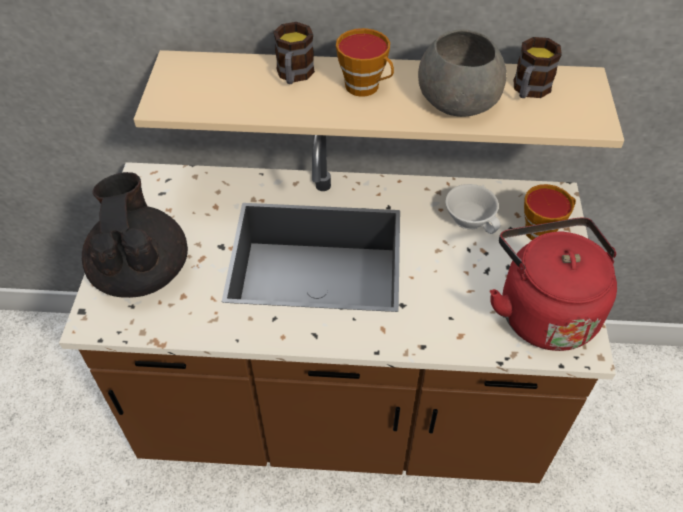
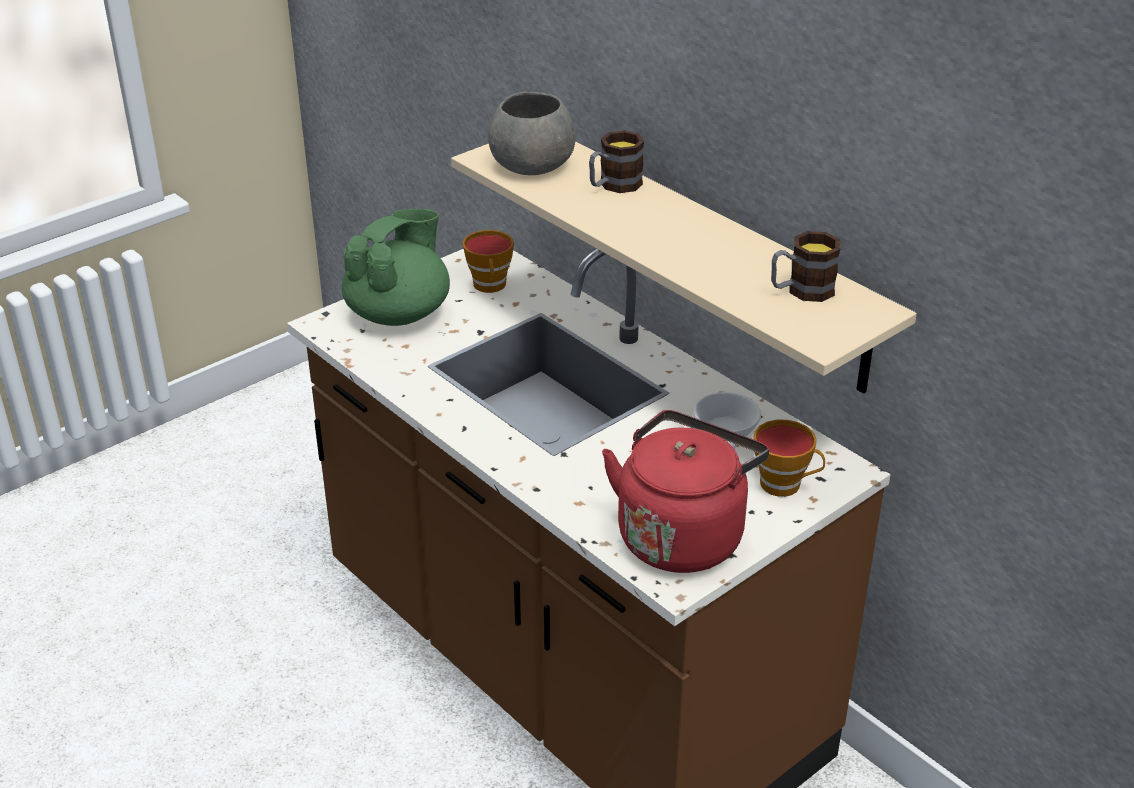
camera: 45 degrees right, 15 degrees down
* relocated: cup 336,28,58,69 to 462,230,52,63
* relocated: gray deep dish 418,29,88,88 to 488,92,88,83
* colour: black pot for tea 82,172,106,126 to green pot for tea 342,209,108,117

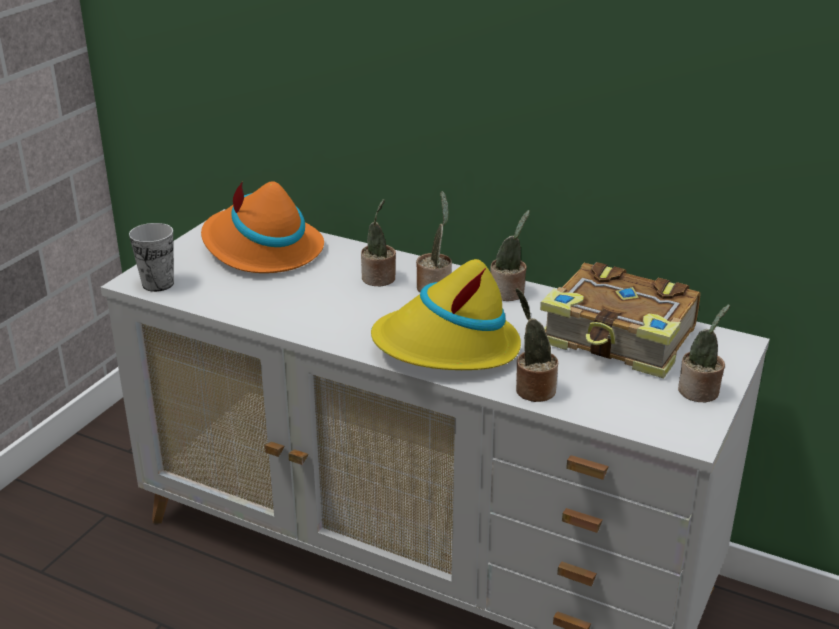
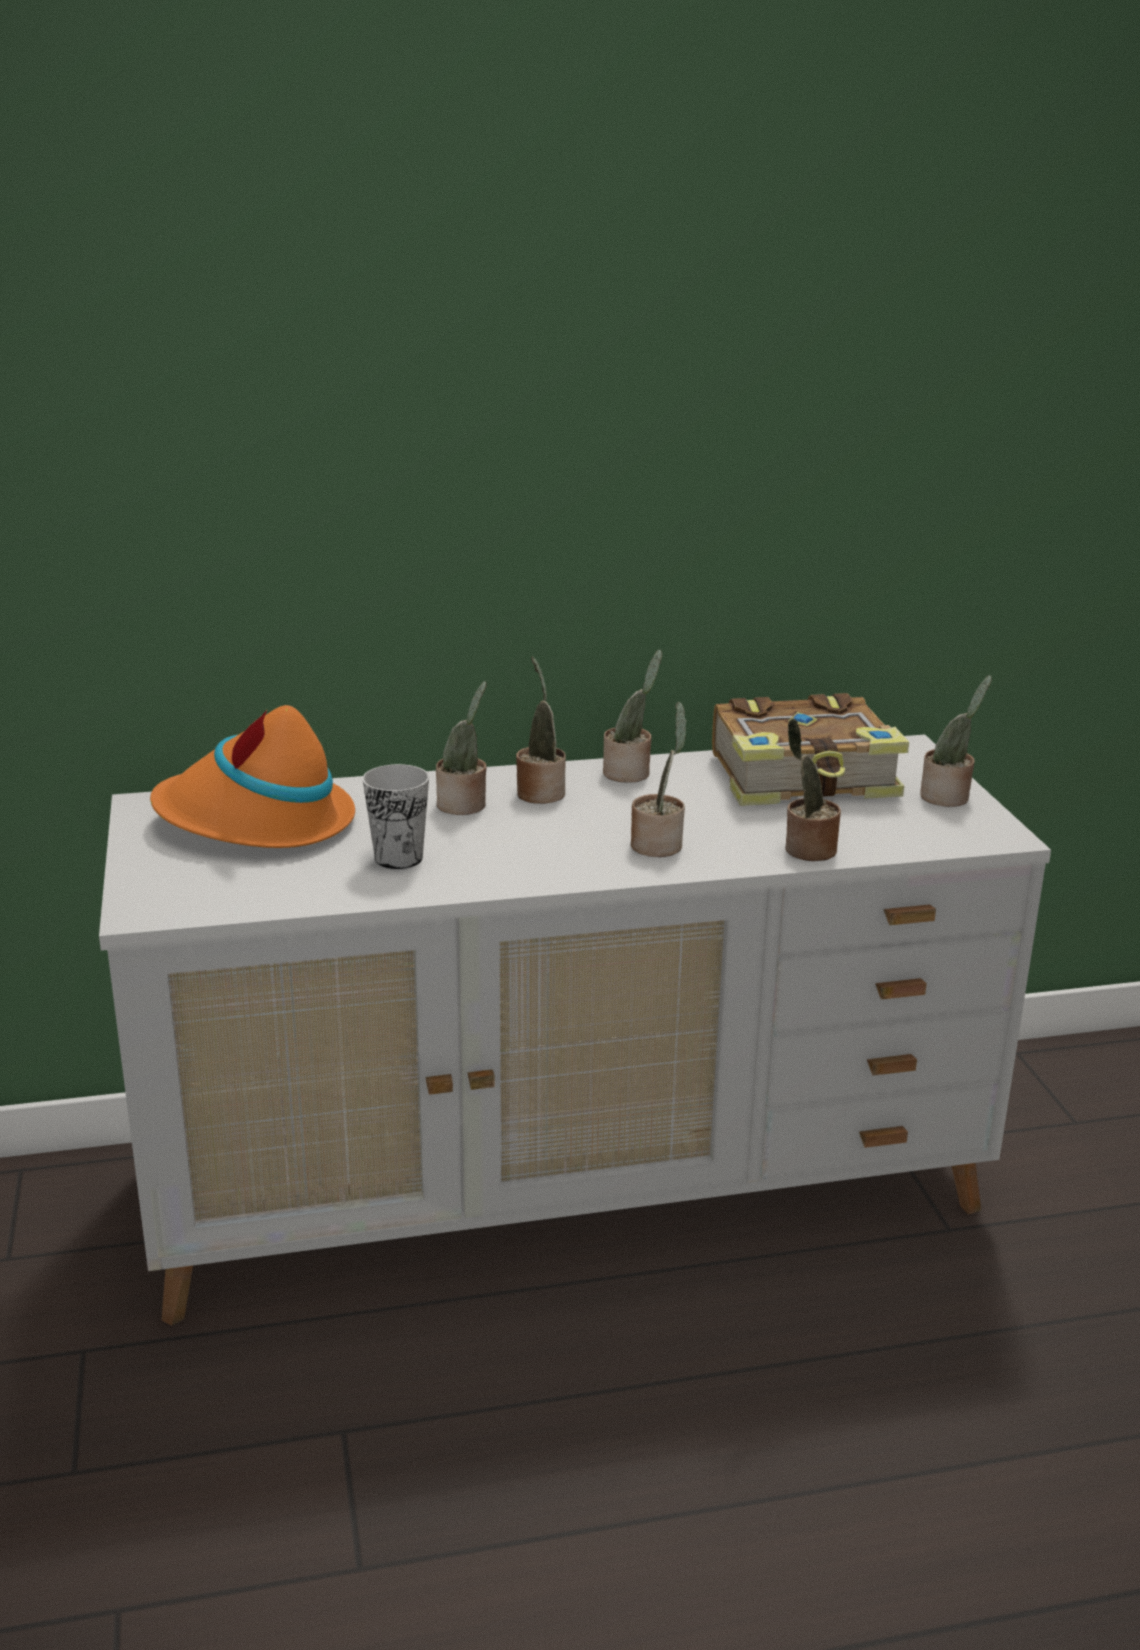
camera: 40 degrees left, 5 degrees down
* relocated: cup 129,223,45,69 to 362,764,67,105
* exchanged: yellowish hat 371,259,150,111 to potted plant 631,702,56,155

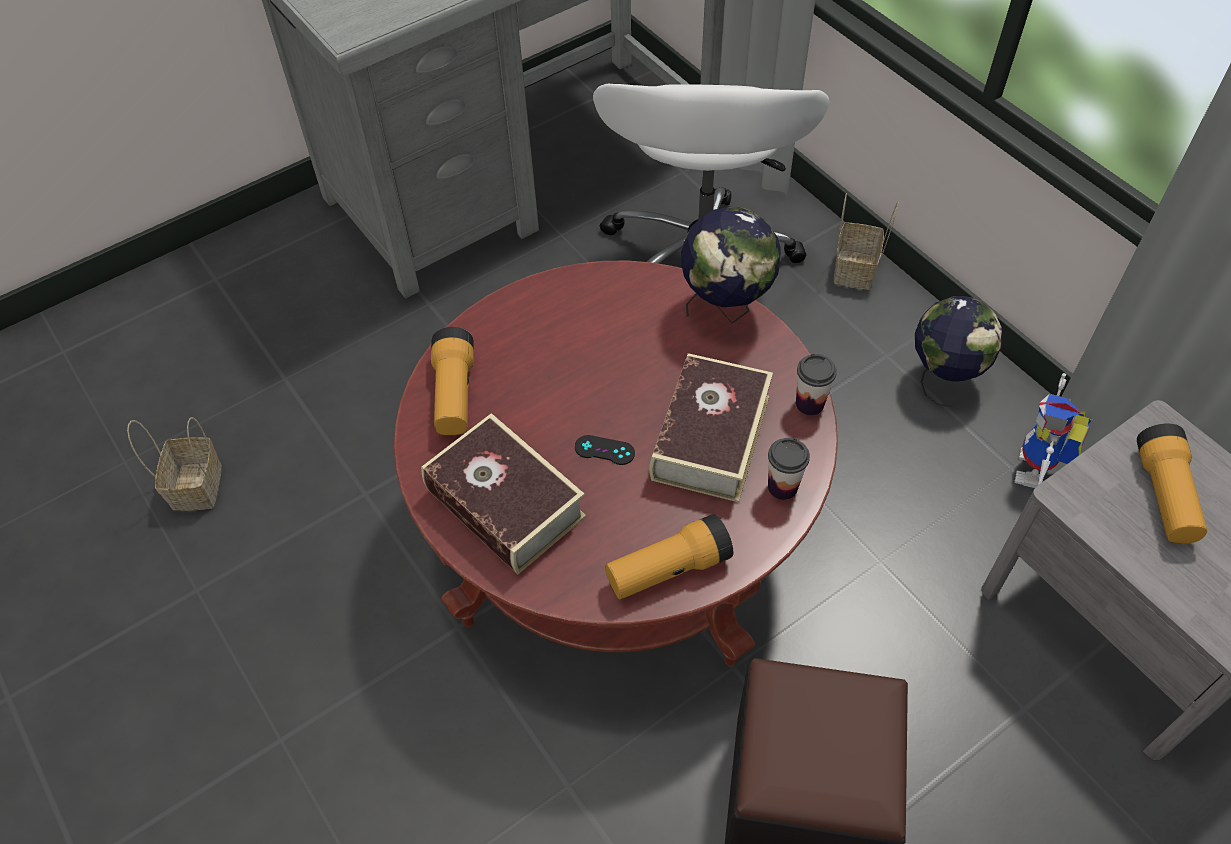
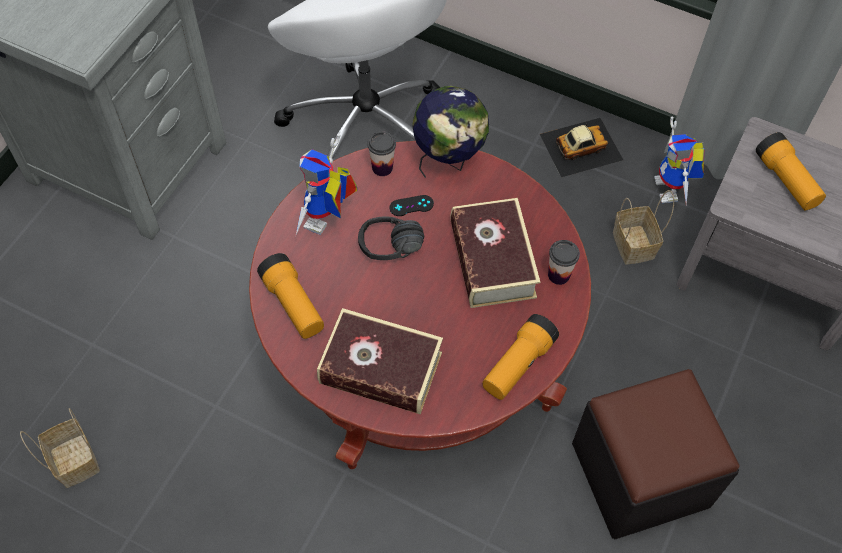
camera: 30 degrees left, 5 degrees up
* relocated: household basket 834,193,65,97 to 613,190,61,75
* exchanged: globe 915,296,88,111 to model car 540,118,83,59
* relocated: cup 796,354,41,61 to 367,131,29,45
* relocated: black game controller 575,435,60,30 to 389,195,45,21
* appeared: model robot 295,133,62,104
* appeared: black headset 358,216,66,44

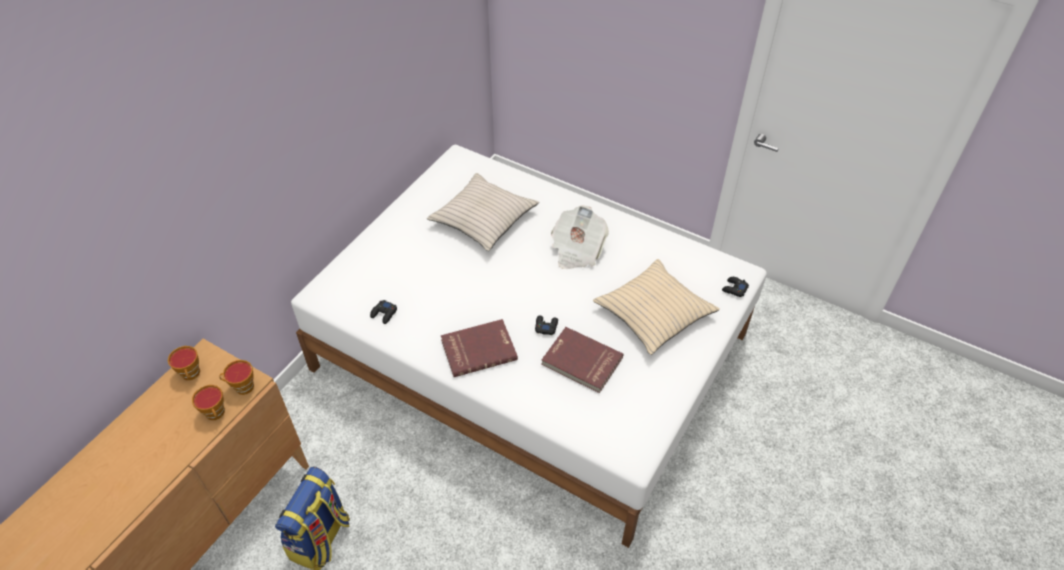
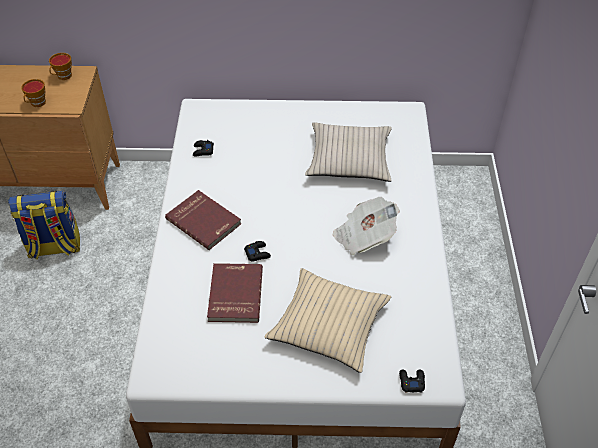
camera: 60 degrees right, 0 degrees up
* missing: cup 219,360,35,35

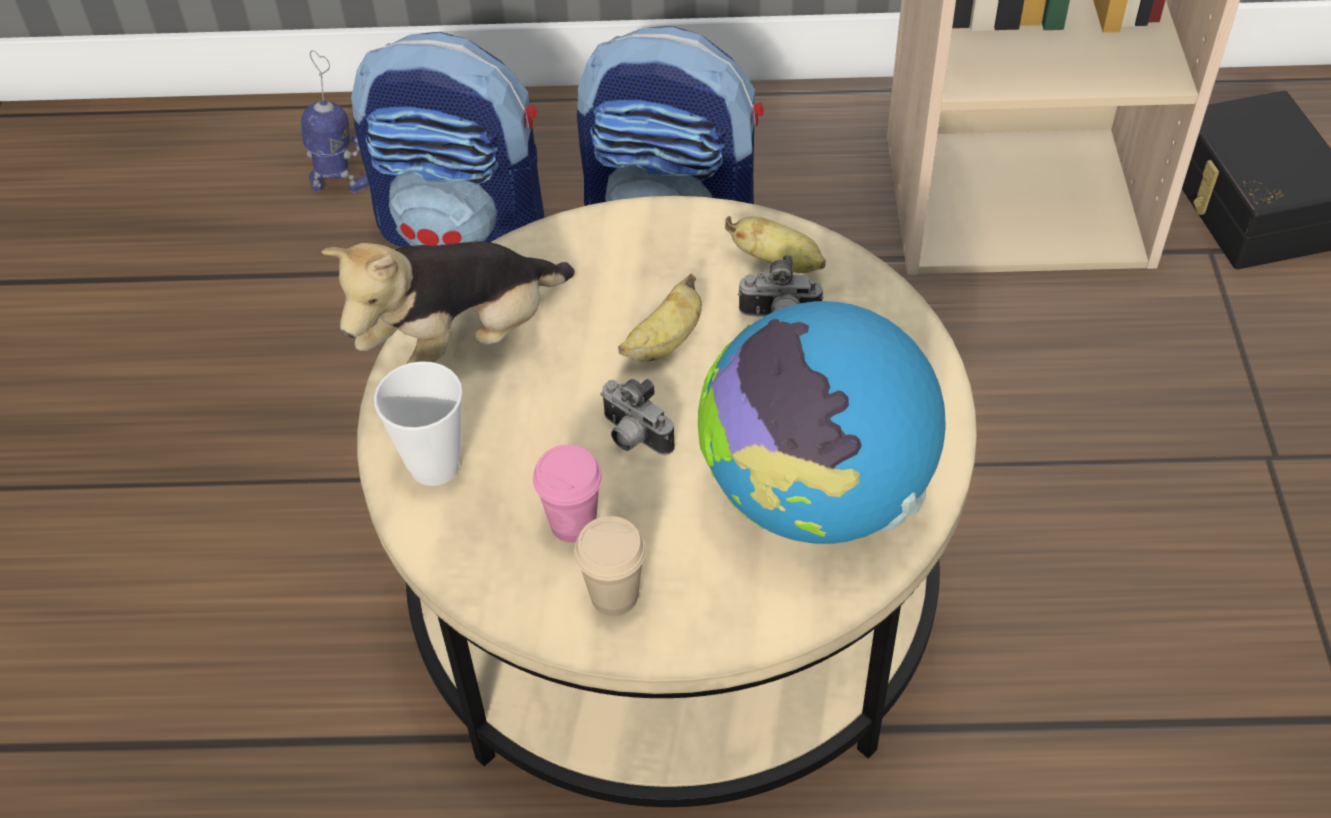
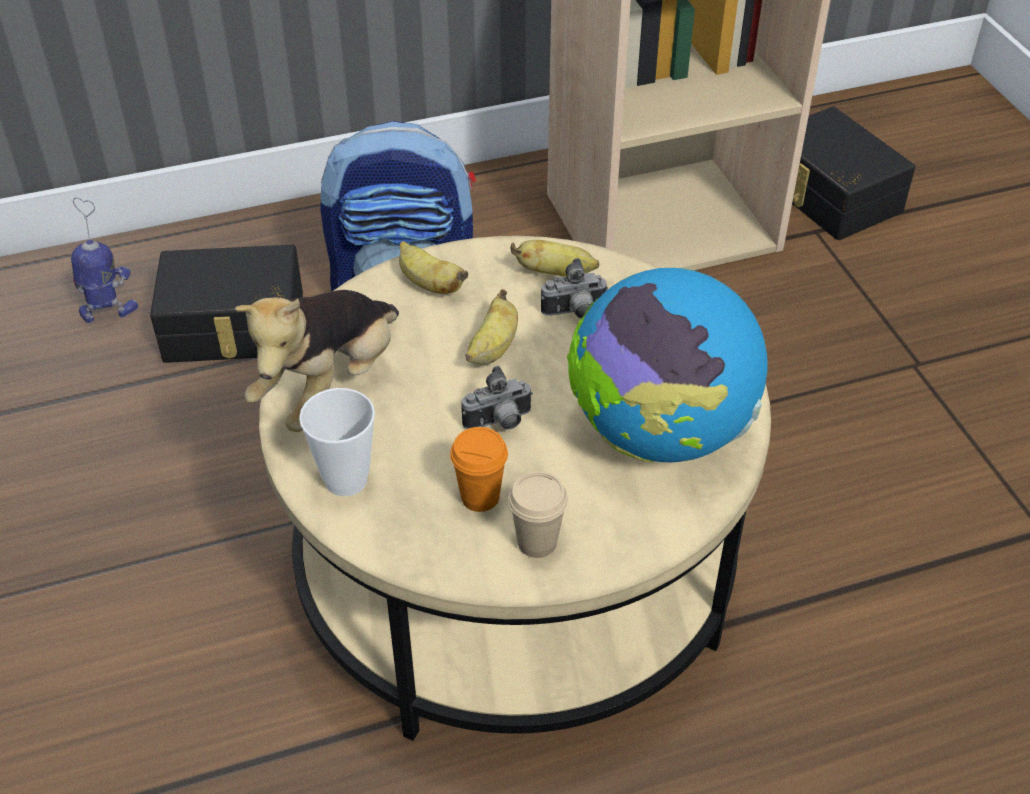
camera: 20 degrees left, 5 degrees down
* exchanged: knapsack 351,32,193,215 to black storage bin 150,245,153,118
* spun: photo camera 601,379,74,76 = 461,366,72,64 45 degrees counterclockwise
* colour: pink cup 533,445,69,98 to orange cup 450,427,58,85
* appeared: banana 399,241,69,53

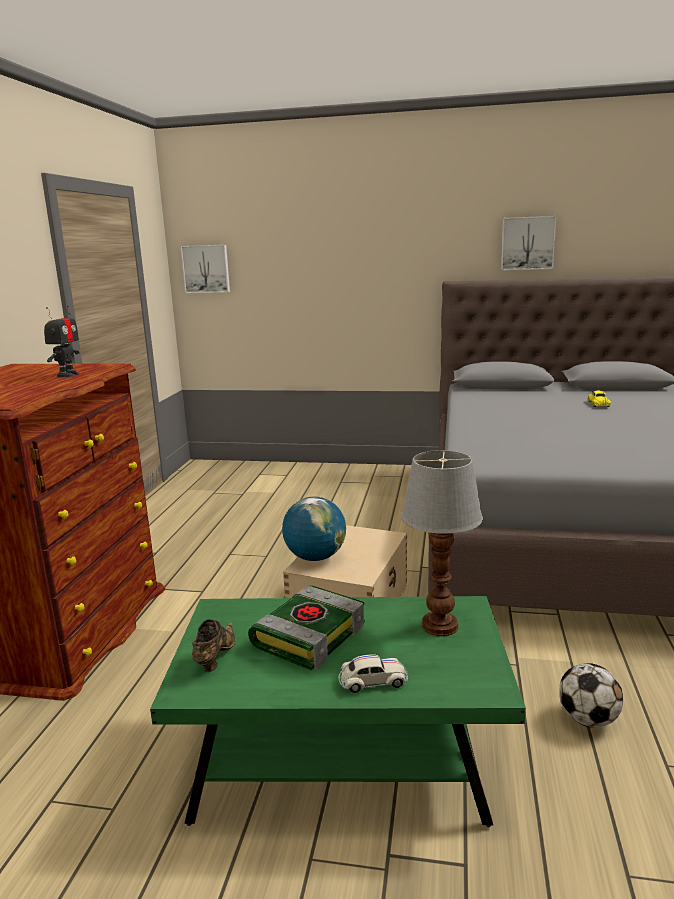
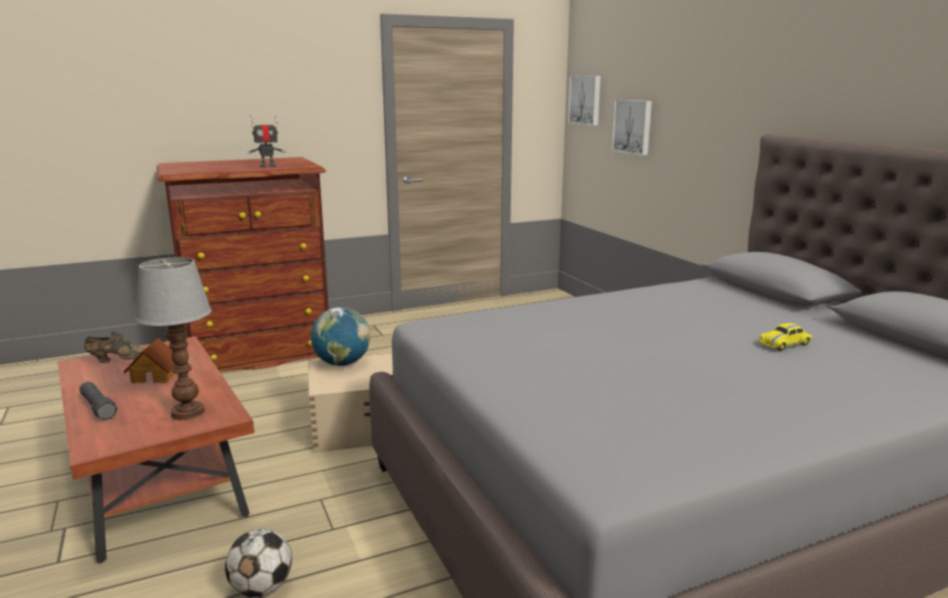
camera: 55 degrees right, 0 degrees up
* relocated: wall art 501,216,55,54 to 612,100,40,56
* exchanged: bound book 248,585,117,86 to miniature house 123,338,53,45
* colour: green lounge table 150,596,376,231 to brownish lounge table 57,336,197,228
* exchanged: white model car 339,654,70,39 to black torch 79,382,38,38

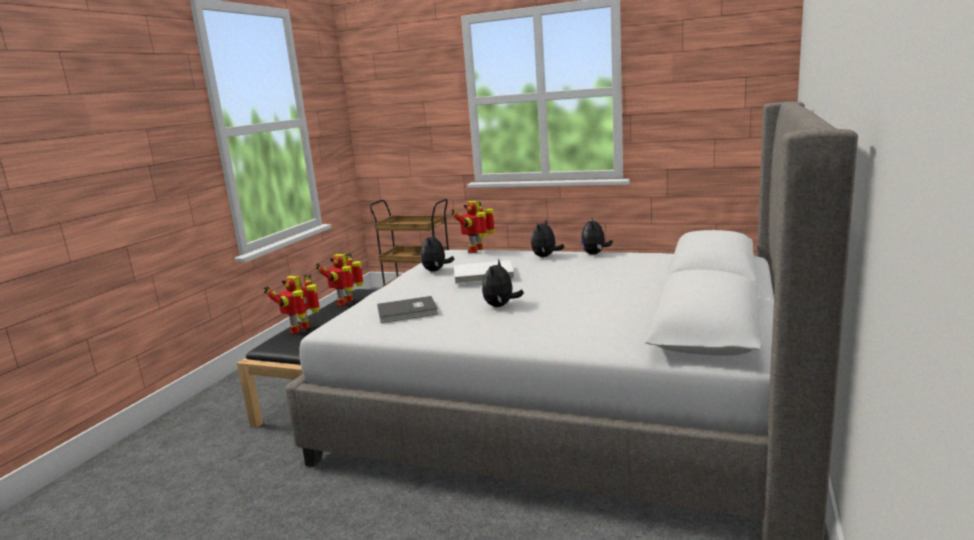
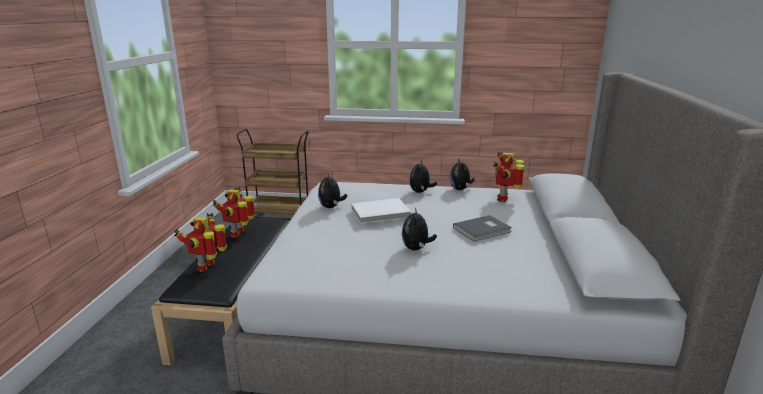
camera: 15 degrees left, 5 degrees up
* relocated: model robot 452,201,43,52 to 493,152,32,50
* relocated: gray bound book 377,296,61,27 to 453,215,59,26

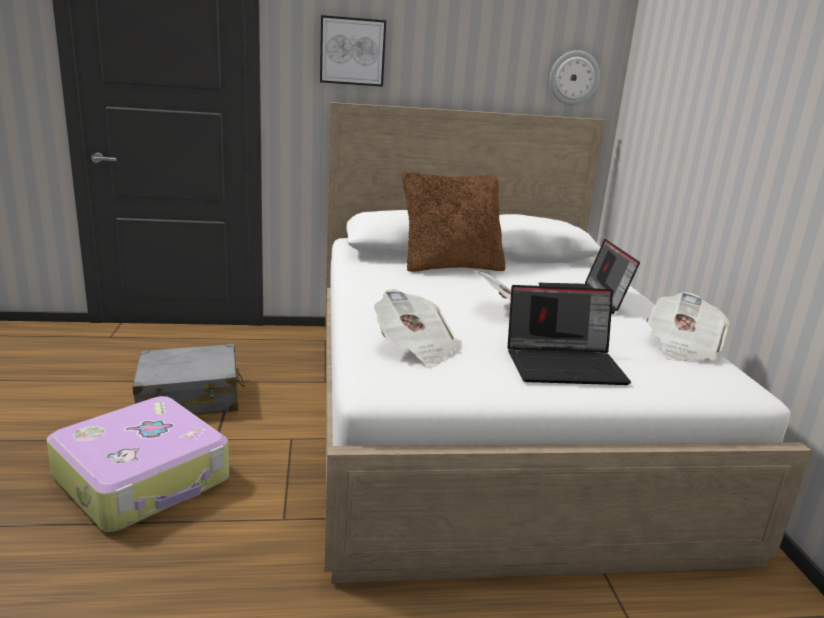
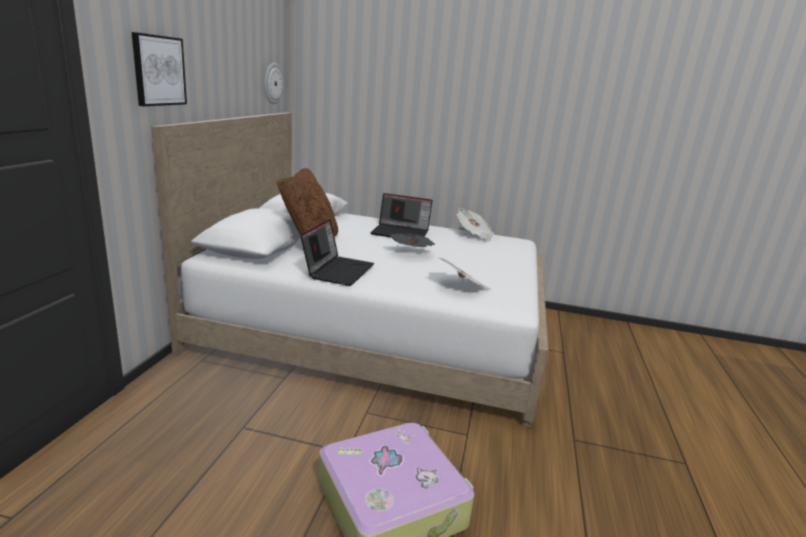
camera: 70 degrees left, 0 degrees up
* relocated: portable computer 508,285,123,100 to 300,219,74,67
* missing: gray suitcase 133,344,112,71

